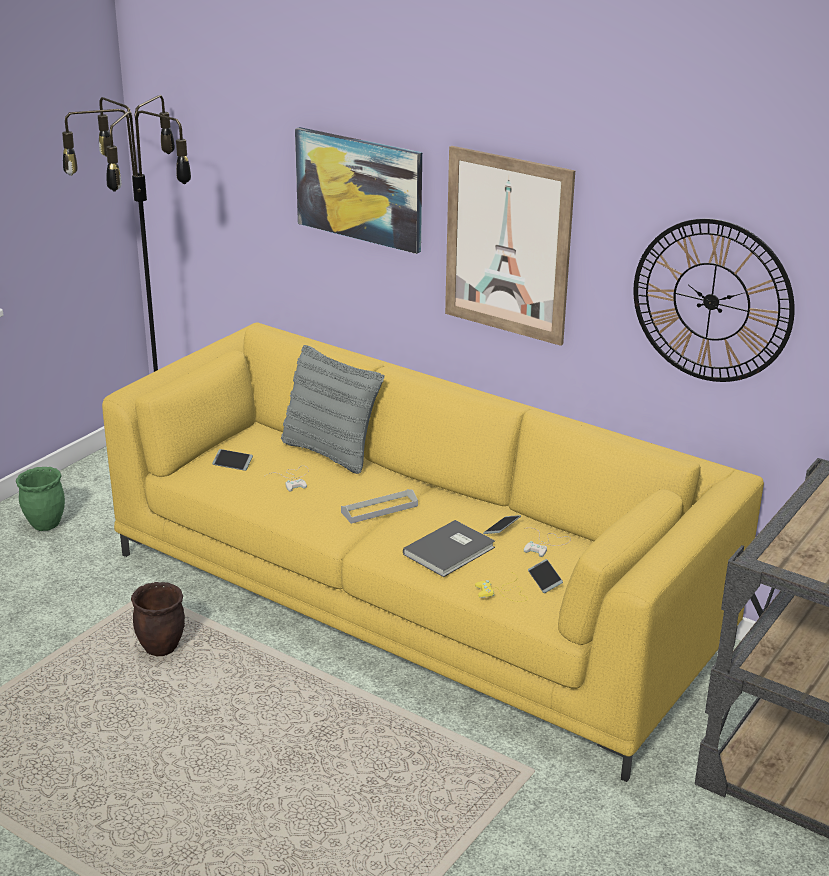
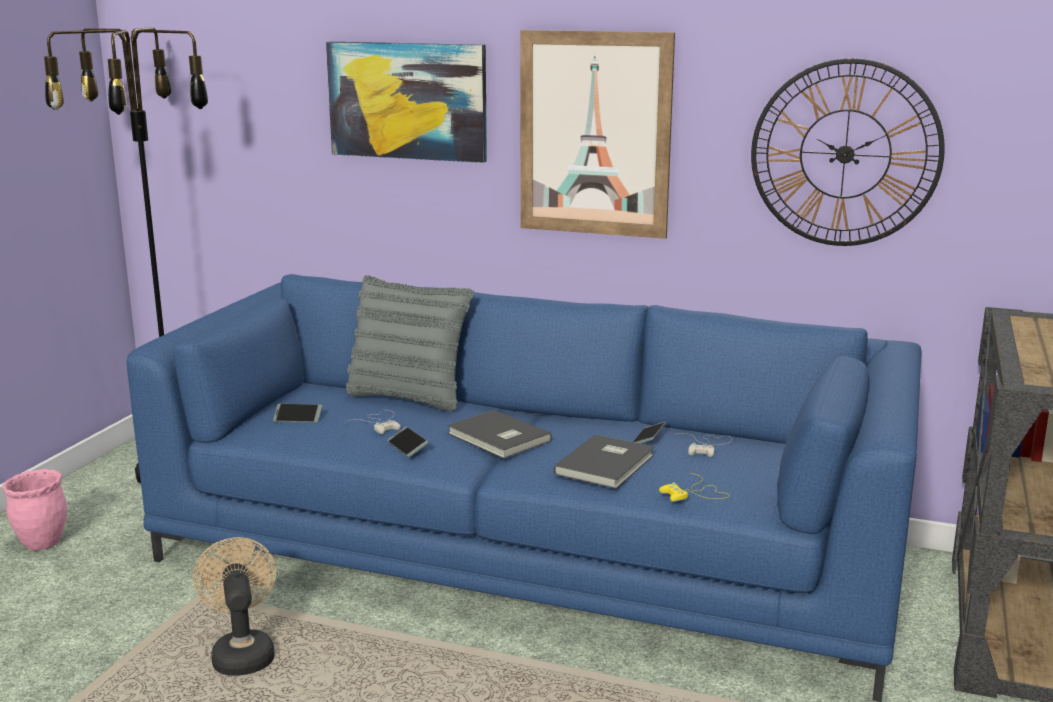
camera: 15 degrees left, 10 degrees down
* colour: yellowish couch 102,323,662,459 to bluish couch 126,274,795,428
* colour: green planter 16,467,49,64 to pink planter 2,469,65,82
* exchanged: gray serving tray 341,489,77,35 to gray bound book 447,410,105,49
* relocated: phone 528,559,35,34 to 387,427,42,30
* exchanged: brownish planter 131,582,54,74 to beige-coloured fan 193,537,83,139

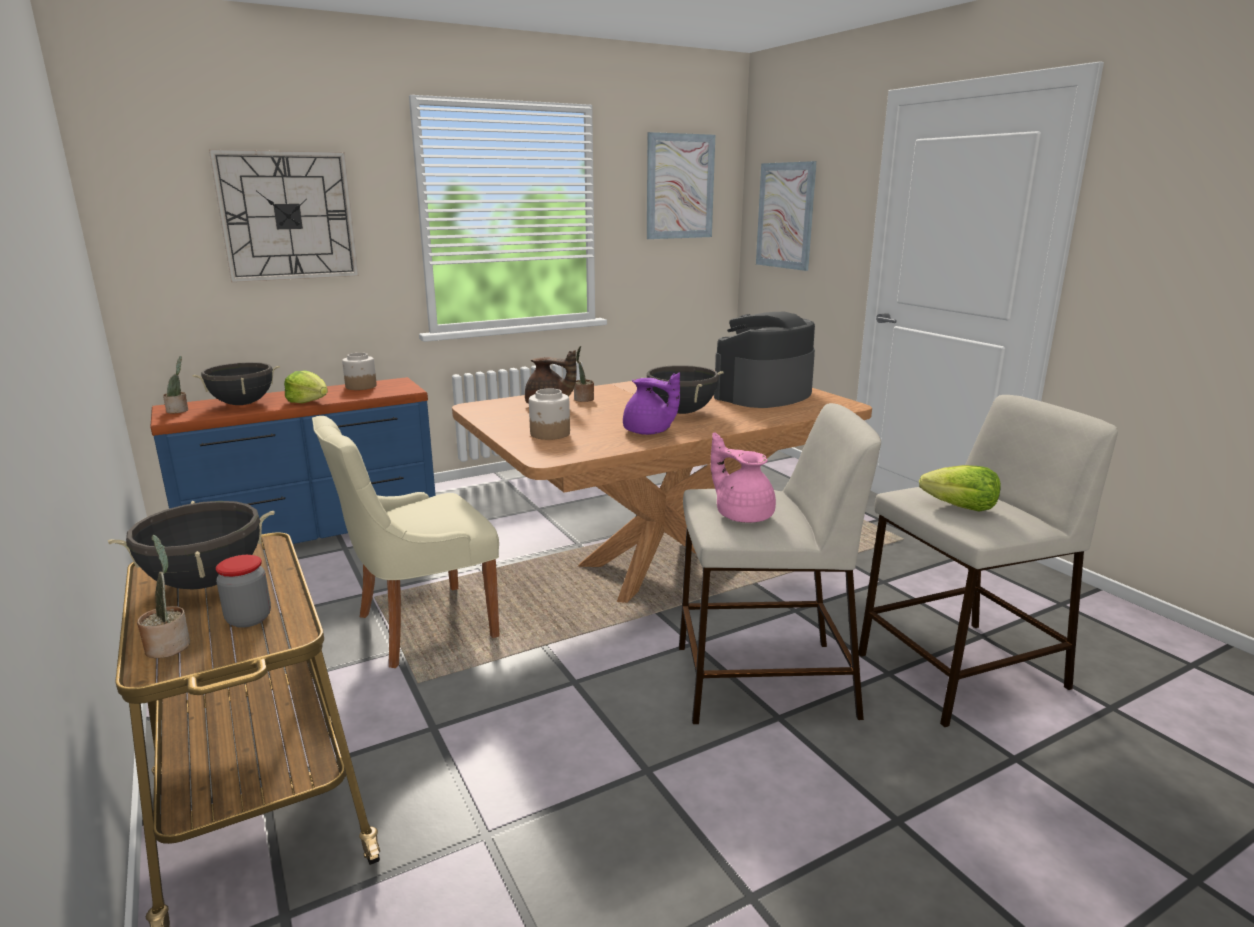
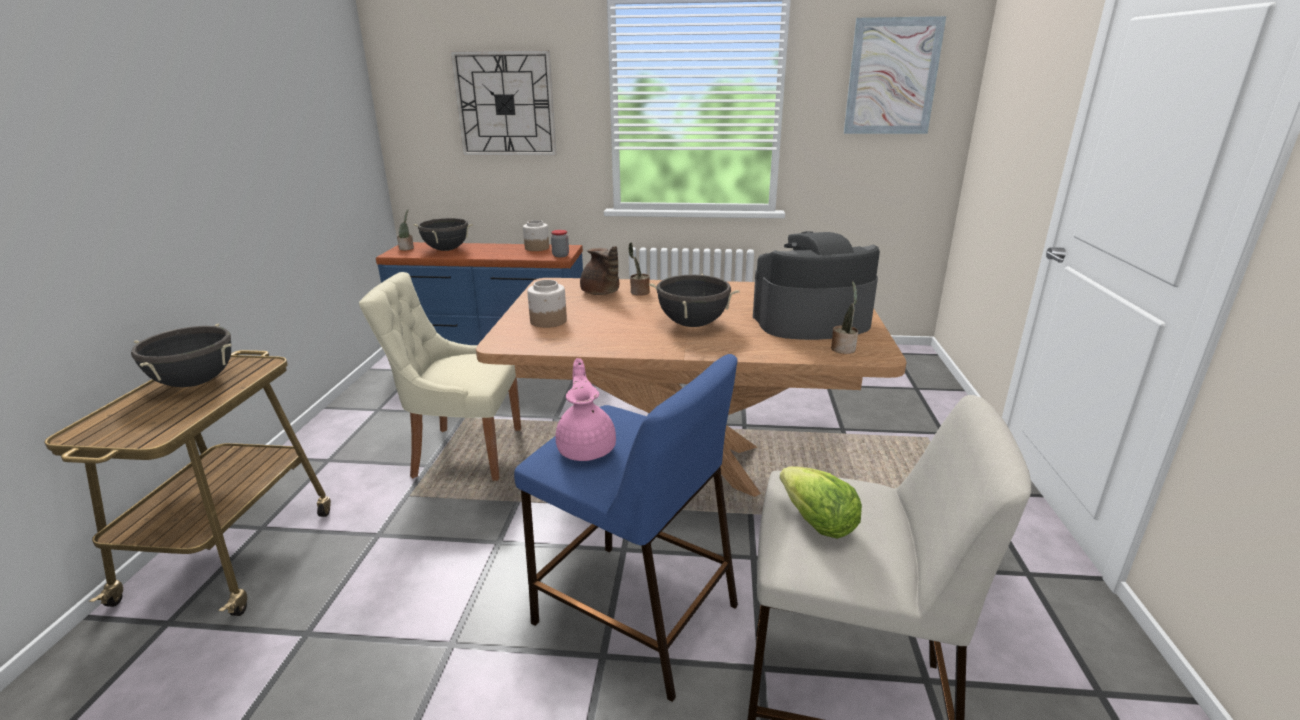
camera: 35 degrees right, 5 degrees up
* missing: wall art 756,161,61,110
* missing: lettuce 284,371,44,32
* missing: purple pot for tea 623,373,57,62
* colour: beige-coloured sitting stool 679,403,202,321 to bluish sitting stool 514,354,224,348
* relocated: potted plant 137,535,53,123 to 831,281,27,73
* relocated: jar 216,555,55,73 to 551,230,18,27

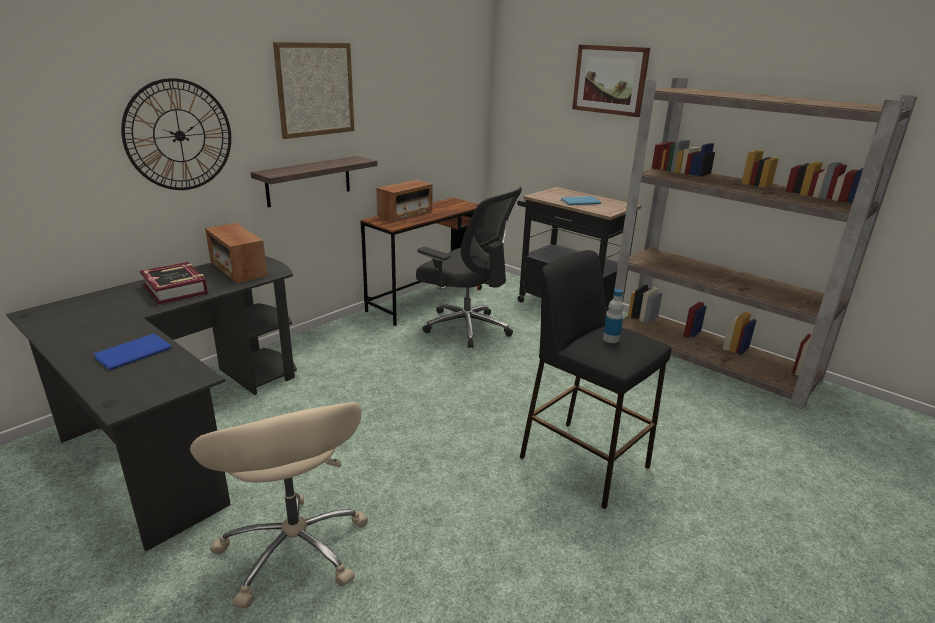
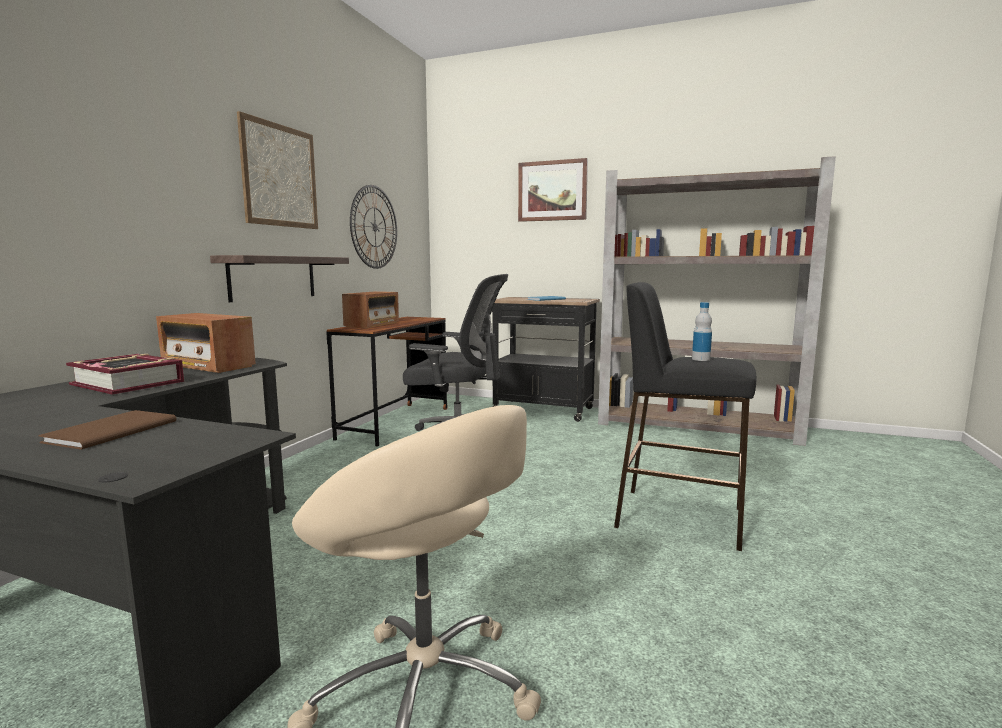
camera: 20 degrees left, 15 degrees down
* relocated: wall clock 121,78,110,112 to 350,185,47,84
* colour: bluish bound book 94,334,78,36 to brownish bound book 39,410,138,40

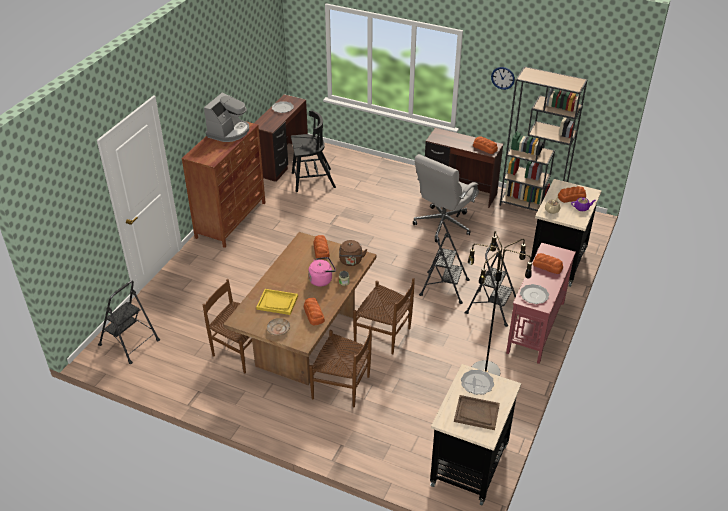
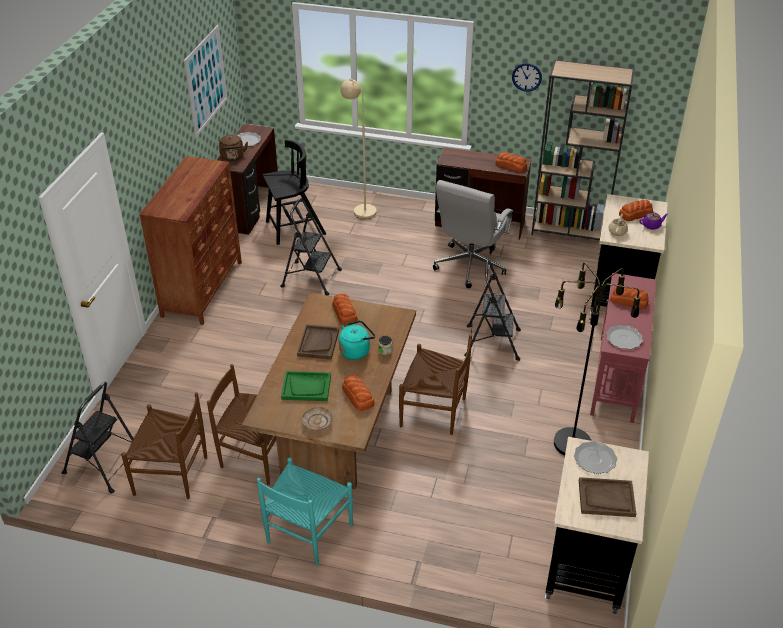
camera: 10 degrees left, 0 degrees up
* missing: coffee maker 204,92,45,50
* relocated: brownish water kettle 339,240,28,26 to 219,135,29,26
* relocated: black step ladder 464,242,52,85 to 280,198,62,98
* colour: pink water kettle 308,257,28,30 to blue-green water kettle 339,320,36,40
* colour: yellowish serving tray 256,289,42,26 to green serving tray 281,371,50,30
* relocated: brownish plain chair 309,326,63,82 to 121,392,86,107
* appeared: wall art 184,25,44,112
* appeared: beige-coloured standing lamp 340,79,37,140
* appeared: brownish serving tray 297,324,42,36
* appeared: blue-green plain chair 257,457,96,109

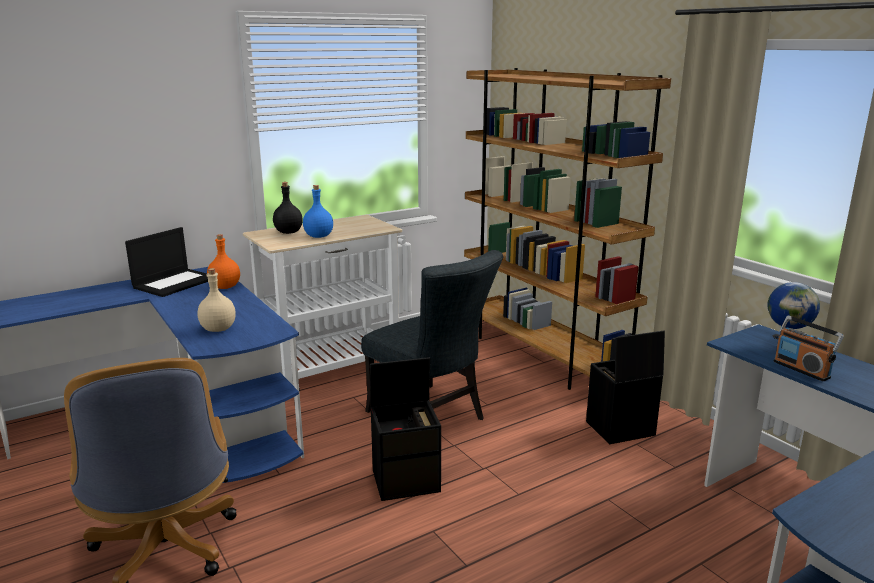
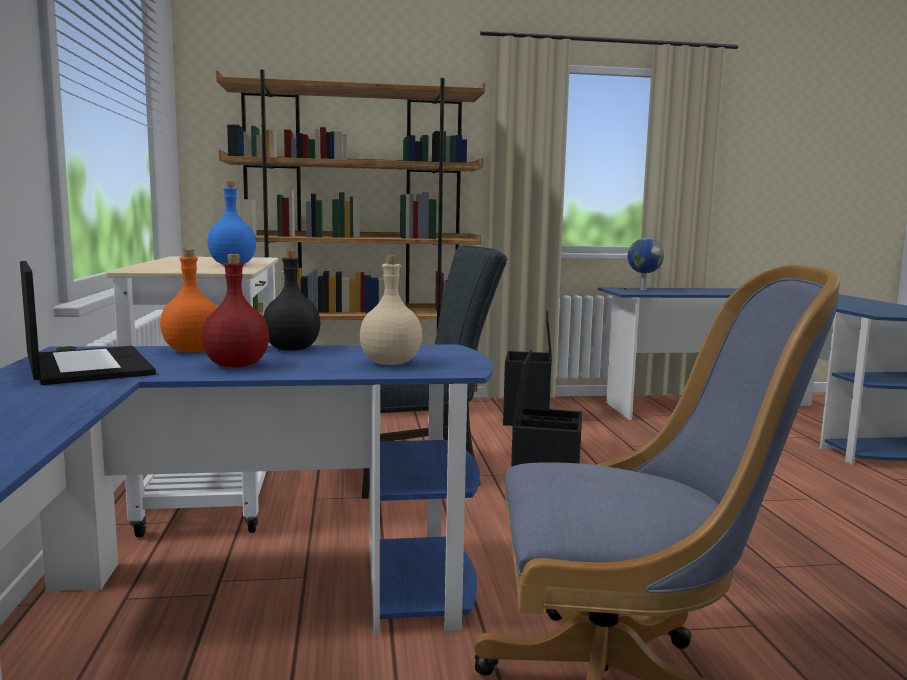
camera: 65 degrees left, 10 degrees down
* relocated: black beverage bottle 273,182,30,52 to 263,250,58,101
* missing: radio 774,316,70,65
* appeared: red beverage bottle 201,254,68,113

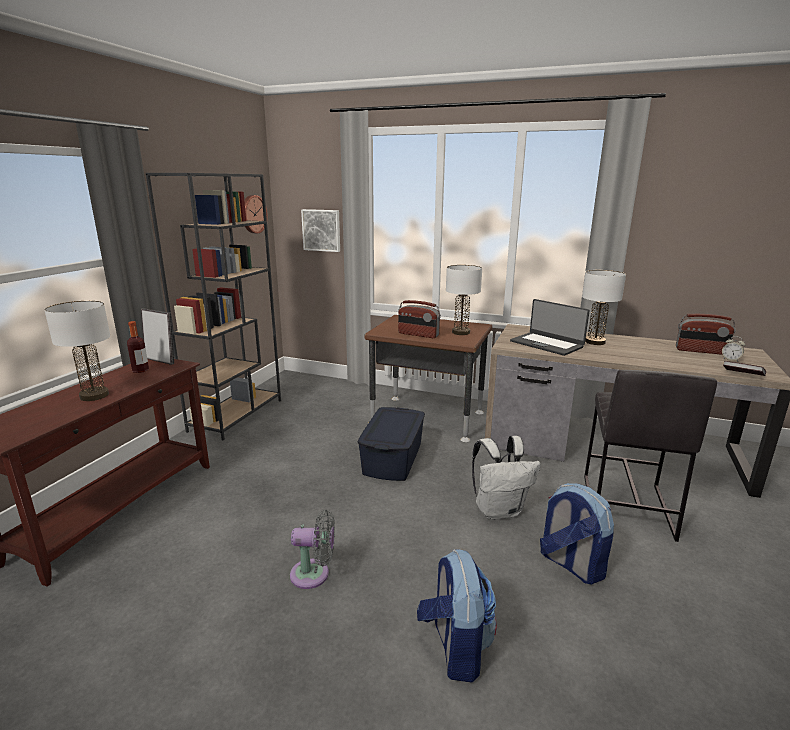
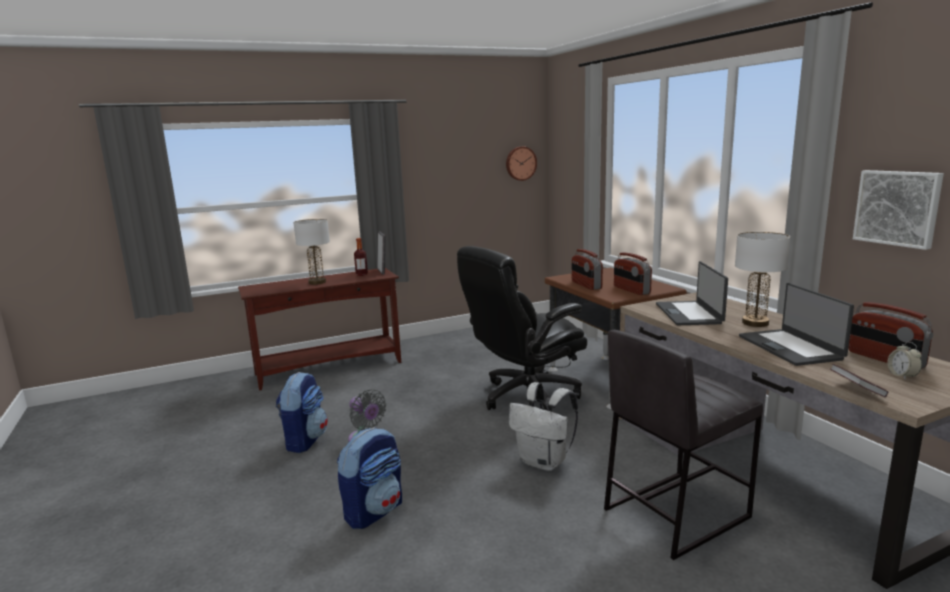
camera: 45 degrees right, 5 degrees down
* missing: bookshelf 146,173,135,267
* relocated: wall art 301,209,39,43 to 853,170,91,80
* exchanged: table lamp 446,265,36,70 to radio 614,252,38,43
* exchanged: bluish storage bin 357,407,68,74 to black desk chair 457,246,130,164
* relocated: knapsack 540,483,74,101 to 276,372,52,81
* appeared: portable computer 739,283,115,83

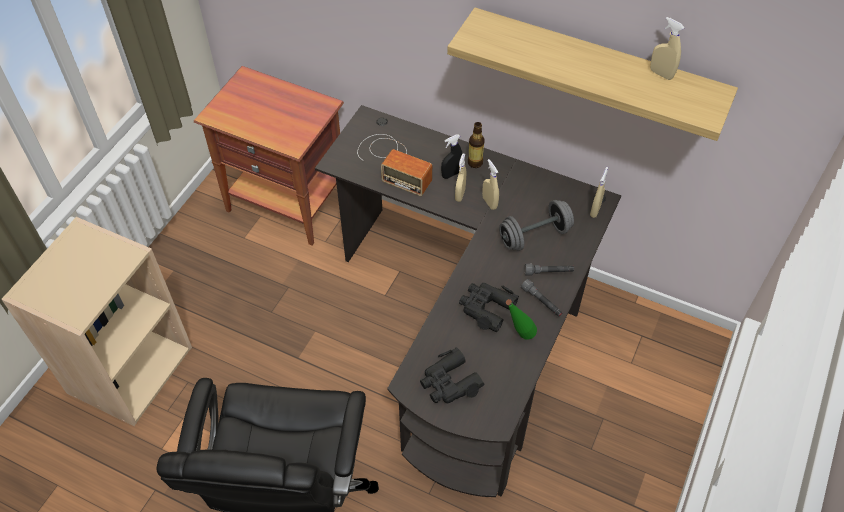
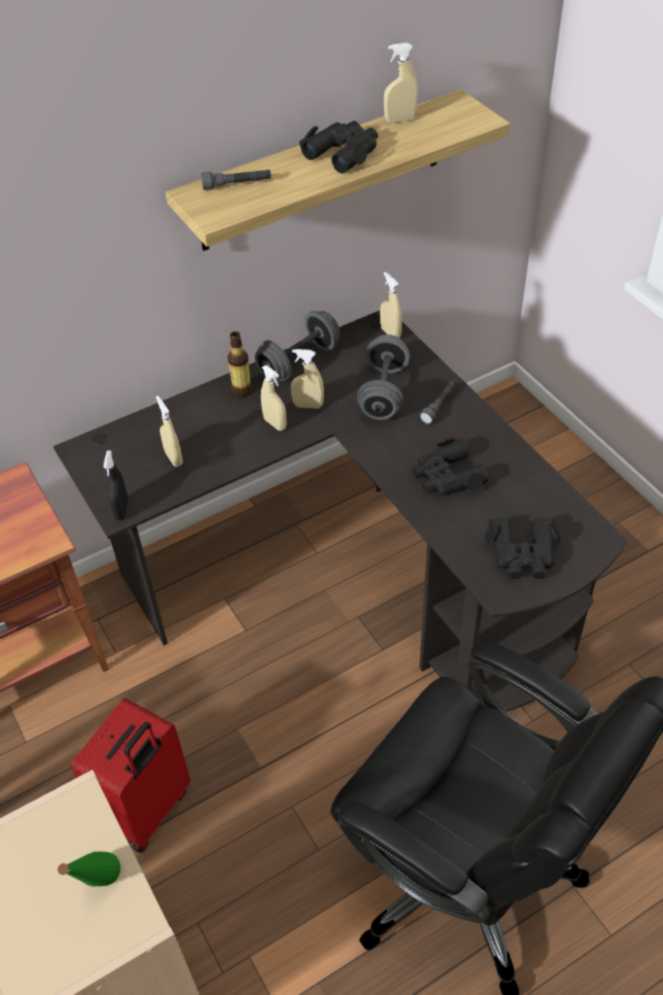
camera: 55 degrees left, 5 degrees down
* exchanged: radio 357,134,75,62 to beige-coloured spray bottle 156,396,27,71
* relocated: black spray bottle 441,135,21,44 to 103,450,25,70
* relocated: gray torch 521,279,42,38 to 201,170,70,20
* relocated: green beverage bottle 506,299,31,41 to 58,851,63,36
* appeared: black pair of binoculars 299,121,79,52
* appeared: gray free weight 255,311,85,71
* appeared: red suitcase 71,698,119,155

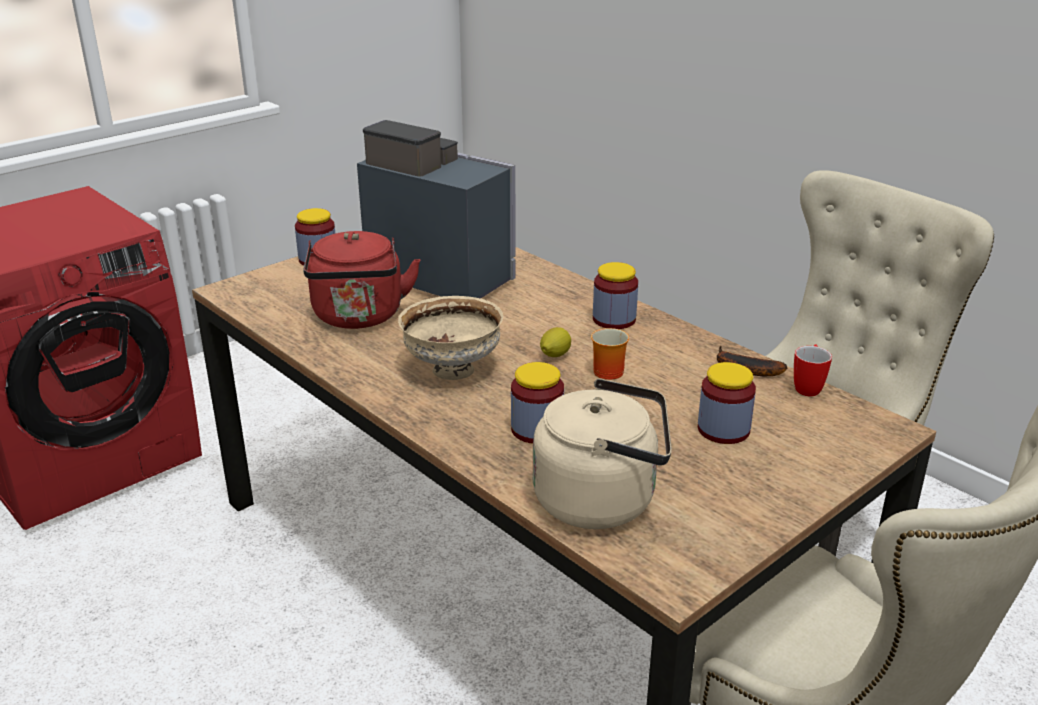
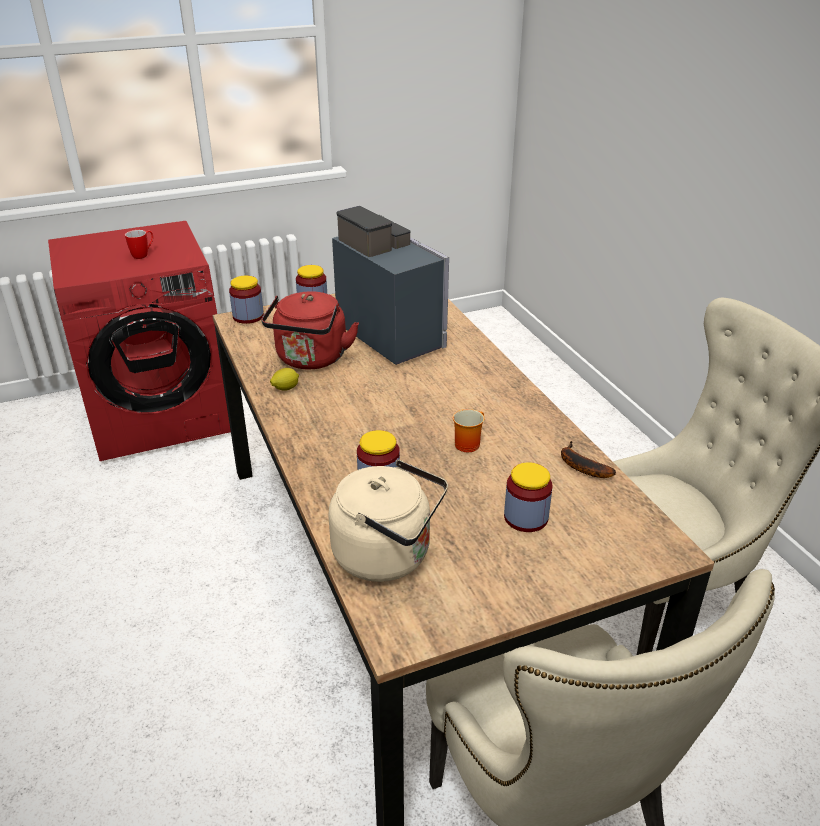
camera: 20 degrees right, 5 degrees up
* relocated: jar 593,262,45,67 to 229,276,35,48
* missing: beige-coloured deep dish 398,296,105,84
* relocated: citrus fruit 540,327,31,30 to 270,368,29,23
* relocated: mug 794,344,38,52 to 125,230,28,29

